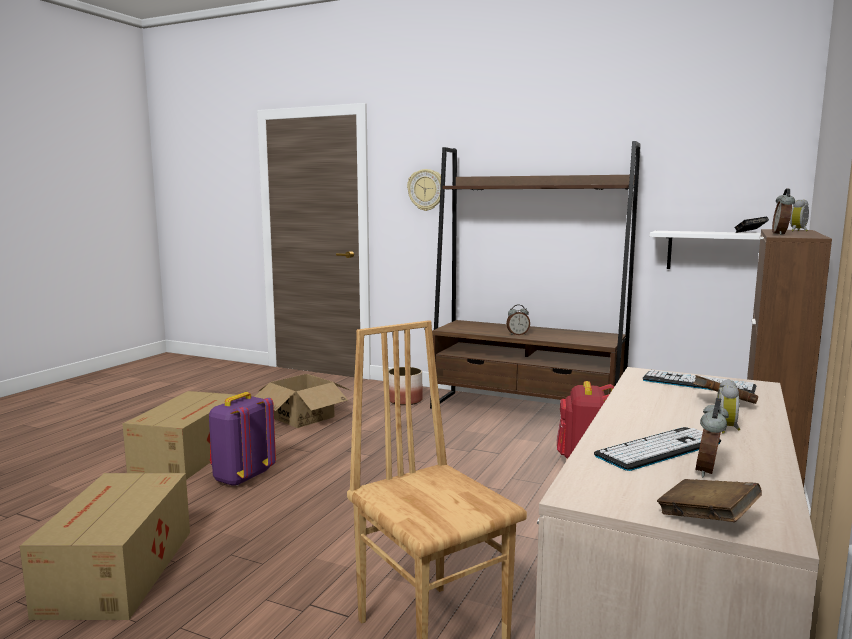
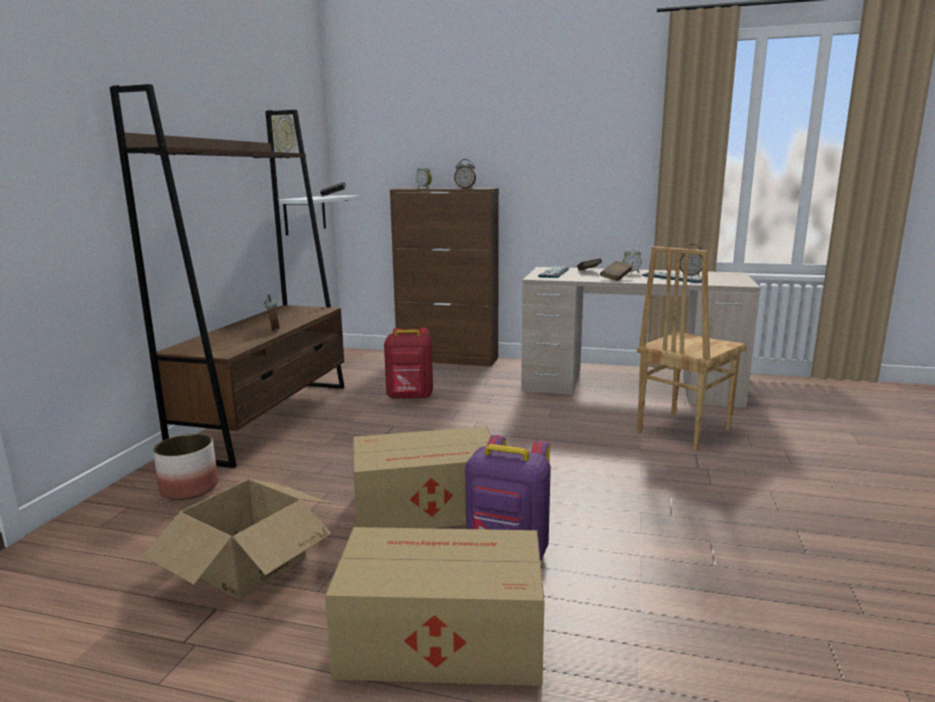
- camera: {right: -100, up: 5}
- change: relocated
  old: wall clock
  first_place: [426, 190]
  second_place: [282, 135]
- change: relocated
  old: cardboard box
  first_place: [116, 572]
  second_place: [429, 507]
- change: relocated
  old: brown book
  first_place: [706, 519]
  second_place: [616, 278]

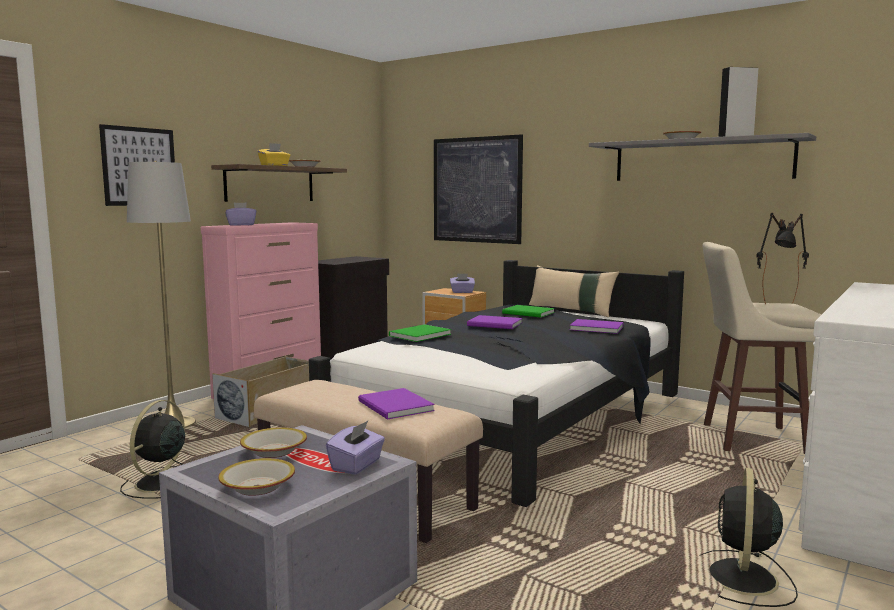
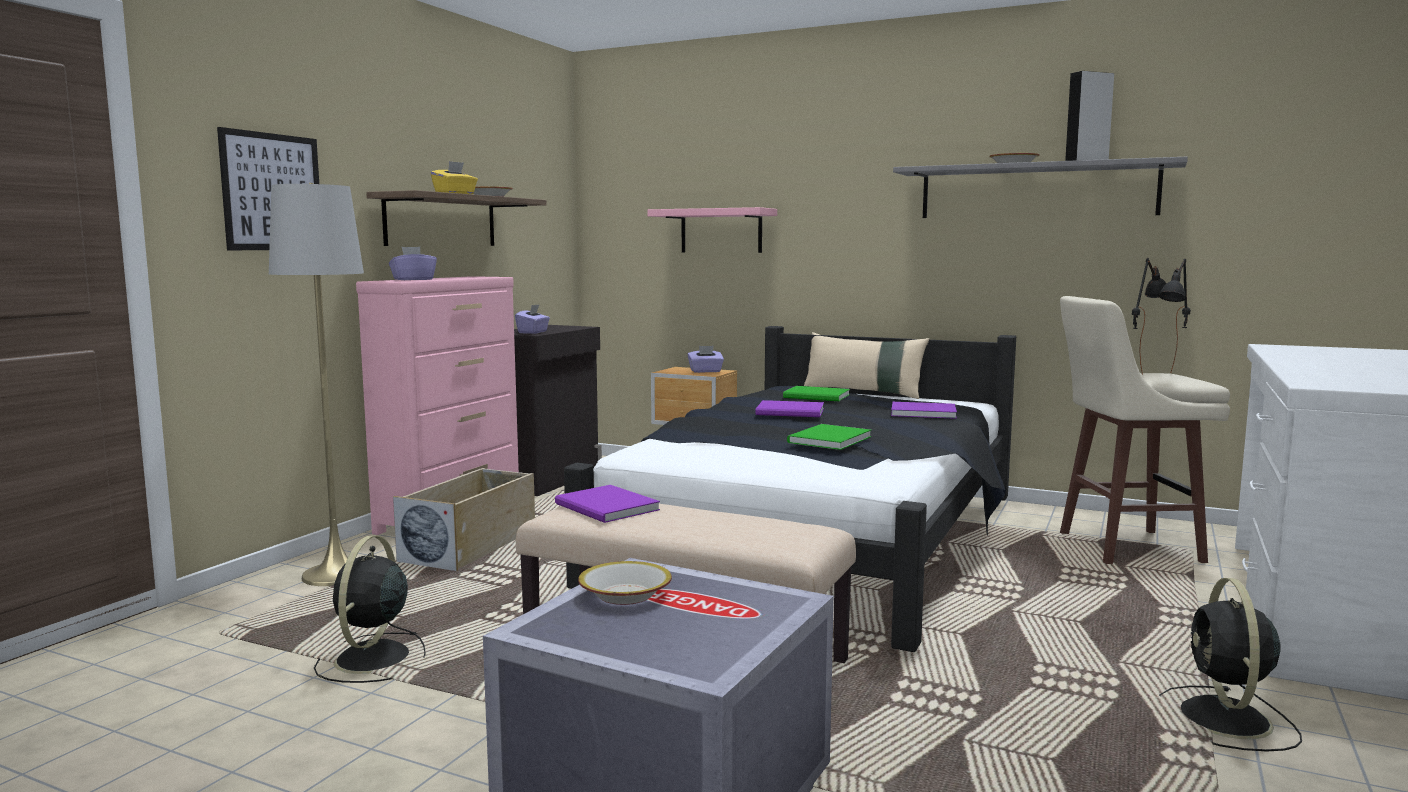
- camera: {right: -10, up: 0}
- change: relocated
  old: purple tissue box
  first_place: [357, 465]
  second_place: [533, 332]
- change: relocated
  old: purple book
  first_place: [395, 407]
  second_place: [606, 508]
- change: exchanged
  old: picture
  new: pink shelf
  first_place: [476, 190]
  second_place: [721, 231]
- change: relocated
  old: green book
  first_place: [418, 335]
  second_place: [826, 440]
- change: missing
  old: bowl
  first_place: [257, 487]

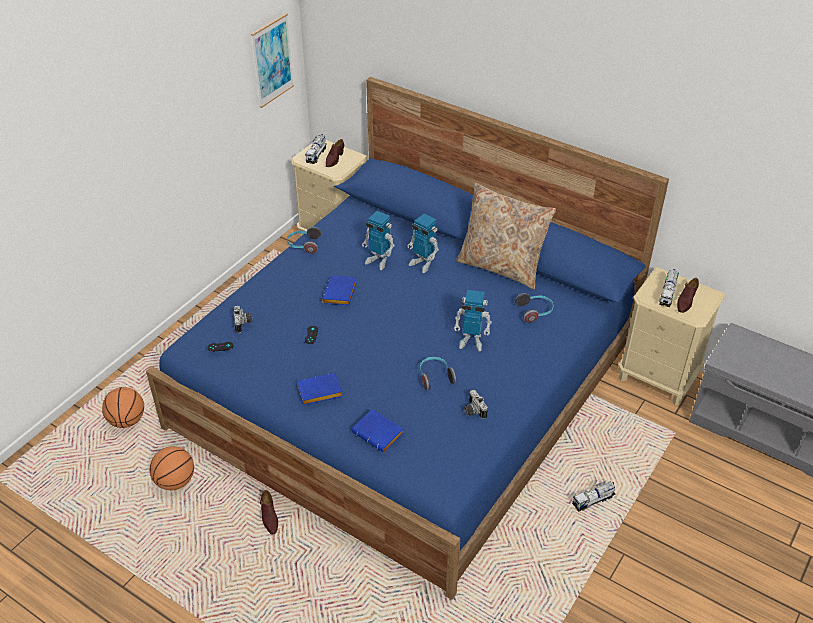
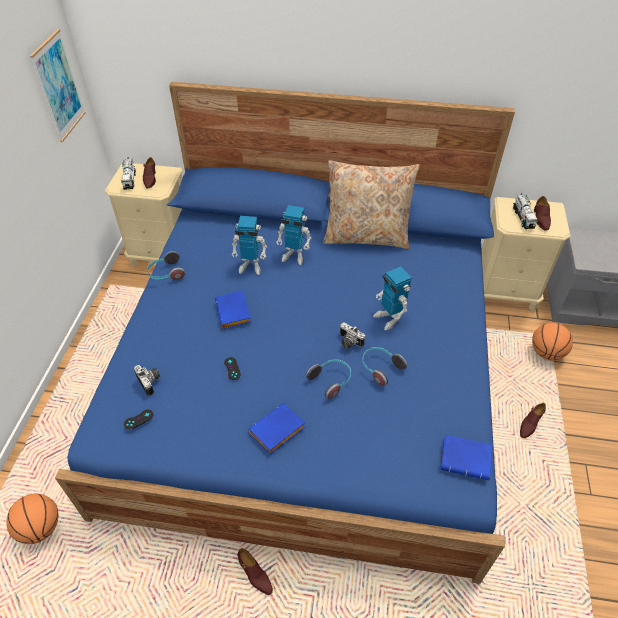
- camera: {right: -25, up: 5}
- change: relocated
  old: headphones
  first_place: [535, 312]
  second_place: [331, 380]
- change: relocated
  old: photo camera
  first_place: [473, 411]
  second_place: [348, 342]
- change: spun
  old: toy robot
  first_place: [471, 341]
  second_place: [389, 318]
  degrees: 75
- change: relocated
  old: blue book
  first_place: [379, 434]
  second_place: [466, 459]
- change: exchanged
  old: toy truck
  new: brown shoe
  first_place: [593, 500]
  second_place: [530, 423]
- change: relocated
  old: basketball
  first_place: [175, 481]
  second_place: [546, 353]

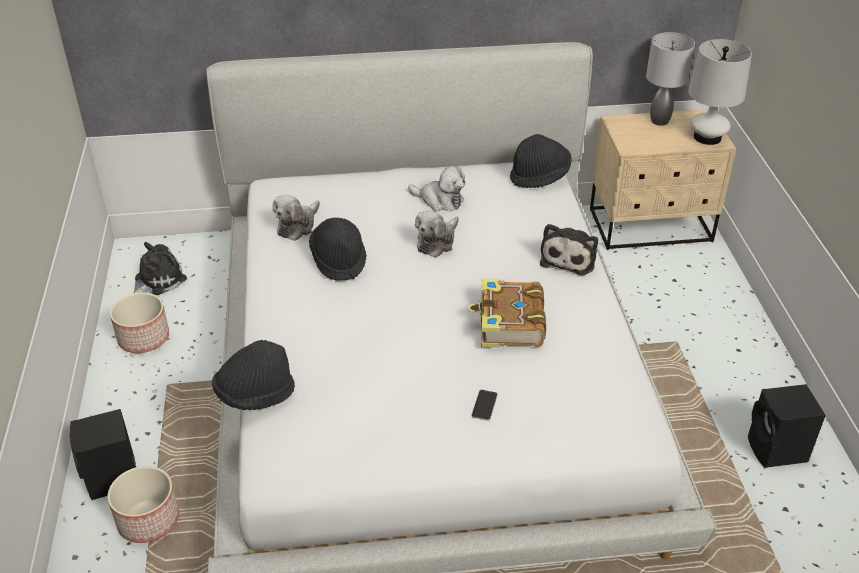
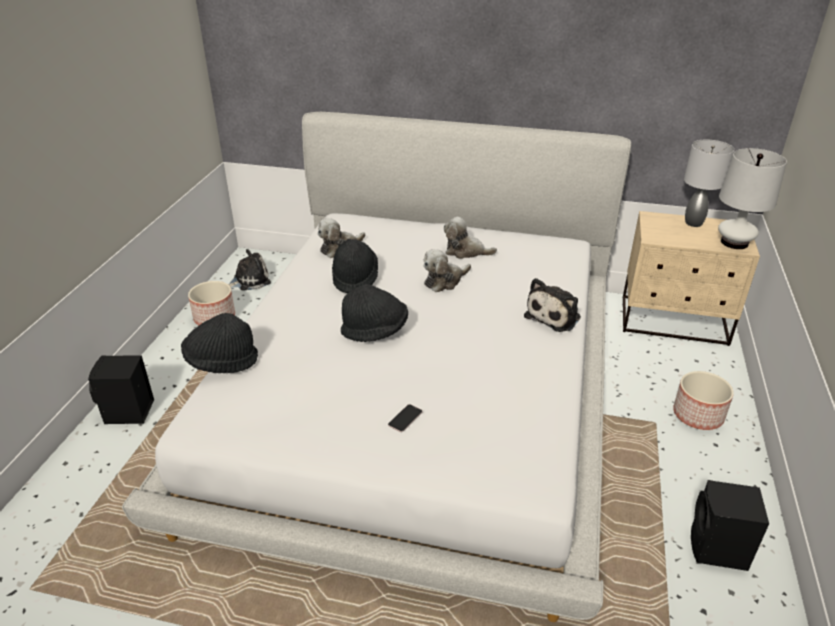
- camera: {right: 20, up: -5}
- change: relocated
  old: black hat
  first_place: [539, 177]
  second_place: [375, 331]
- change: spun
  old: plush toy
  first_place: [439, 200]
  second_place: [465, 251]
  degrees: 150
- change: relocated
  old: planter
  first_place: [149, 520]
  second_place: [698, 415]
- change: missing
  old: book
  first_place: [509, 324]

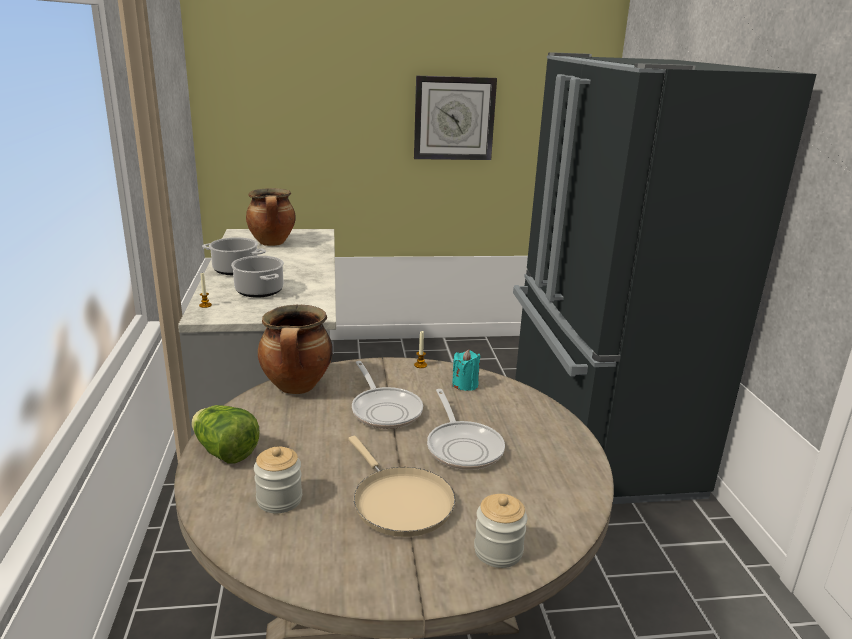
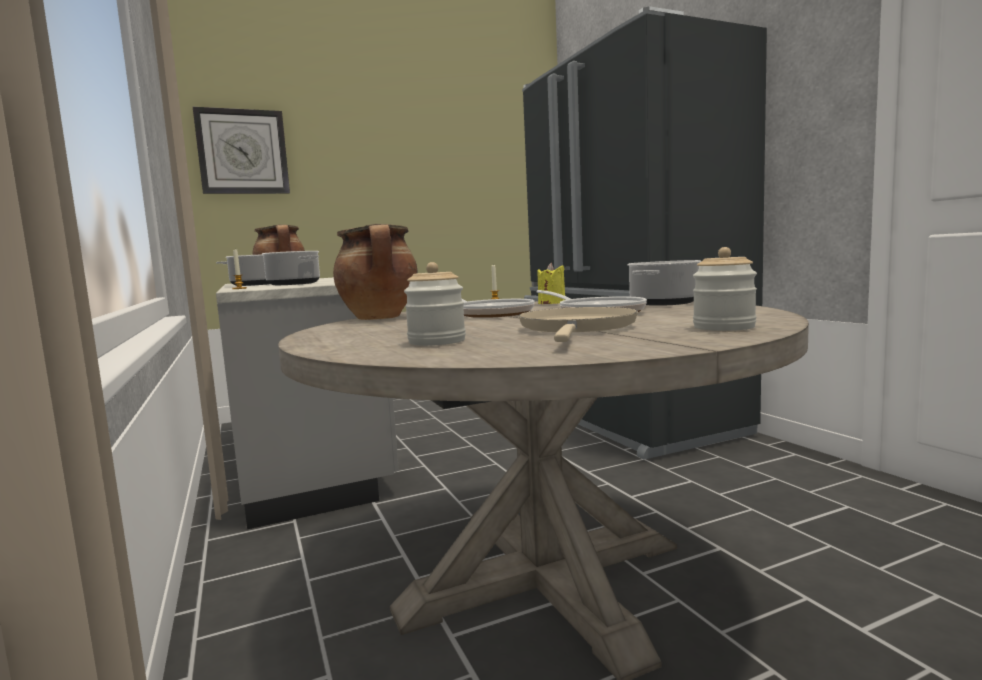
- camera: {right: -15, up: -15}
- change: relocated
  old: wall clock
  first_place: [454, 118]
  second_place: [243, 152]
- change: spun
  old: beige frying pan
  first_place: [399, 502]
  second_place: [577, 328]
  degrees: -120
- change: colour
  old: turquoise candle
  new: yellow candle
  first_place: [465, 385]
  second_place: [551, 303]
- change: appeared
  new: cooking pot
  second_place: [664, 303]
- change: missing
  old: lettuce
  first_place: [225, 452]

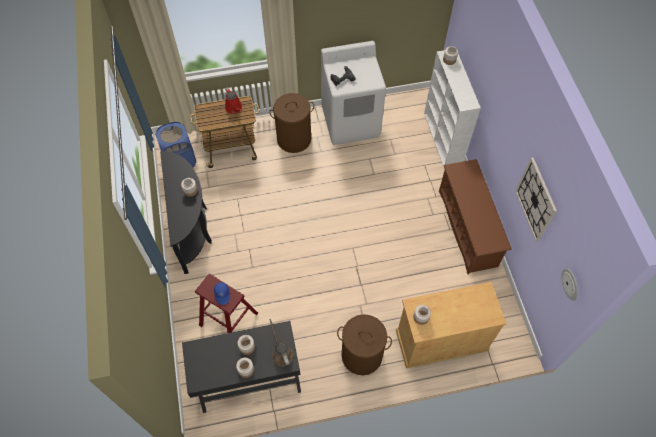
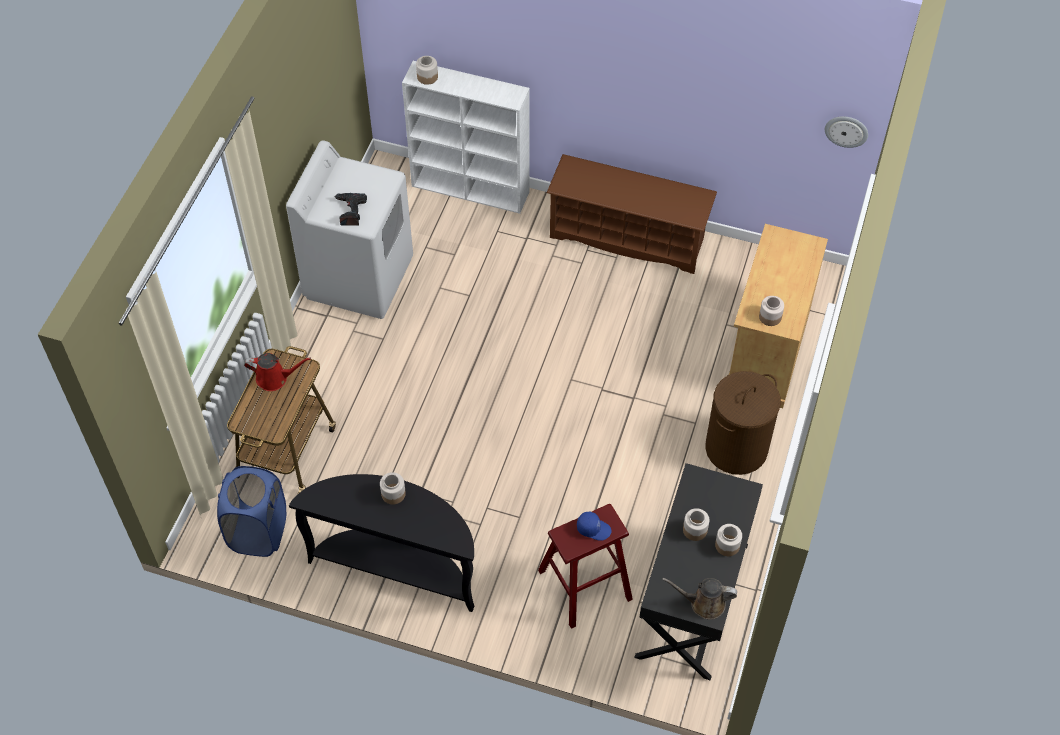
- camera: {right: -60, up: -5}
- change: relocated
  old: brown watering can
  first_place: [281, 353]
  second_place: [703, 603]
- change: missing
  old: brown laundry basket
  first_place: [294, 139]
- change: missing
  old: wall clock
  first_place: [536, 200]

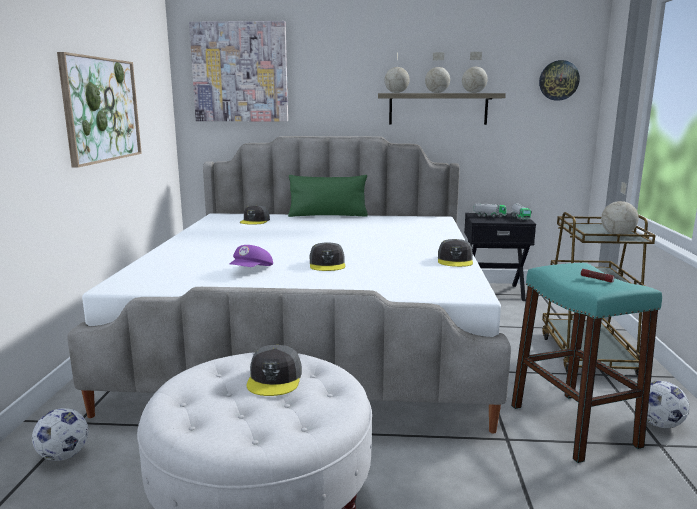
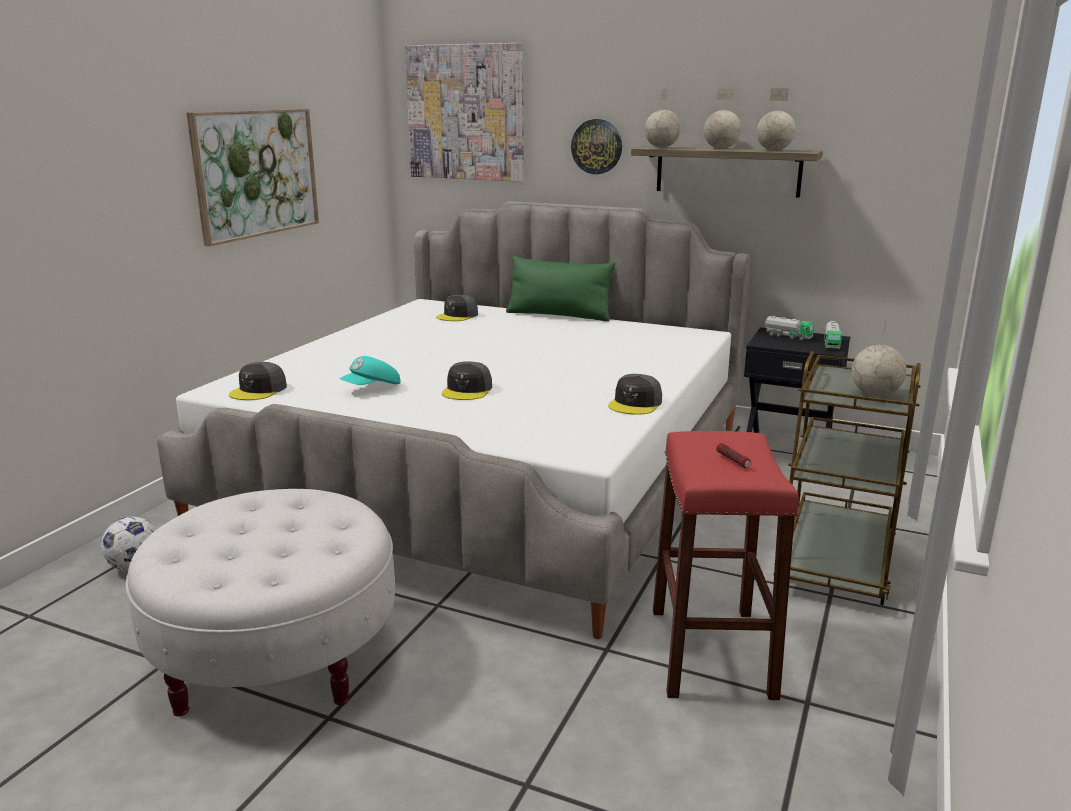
- camera: {right: 20, up: 5}
- change: relocated
  old: grey cap
  first_place: [275, 379]
  second_place: [259, 390]
- change: colour
  old: purple cap
  new: turquoise cap
  first_place: [252, 271]
  second_place: [372, 388]
- change: relocated
  old: wall clock
  first_place: [558, 80]
  second_place: [597, 146]
- change: colour
  old: turquoise stool
  new: red stool
  first_place: [573, 426]
  second_place: [711, 652]
- change: missing
  old: football
  first_place: [659, 424]

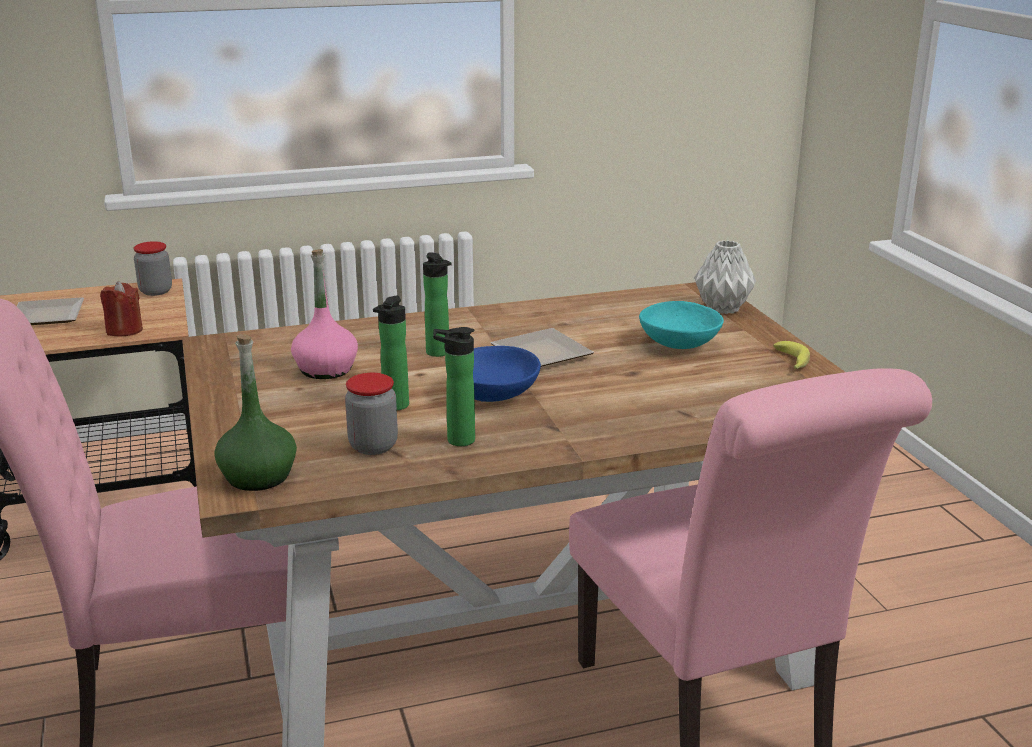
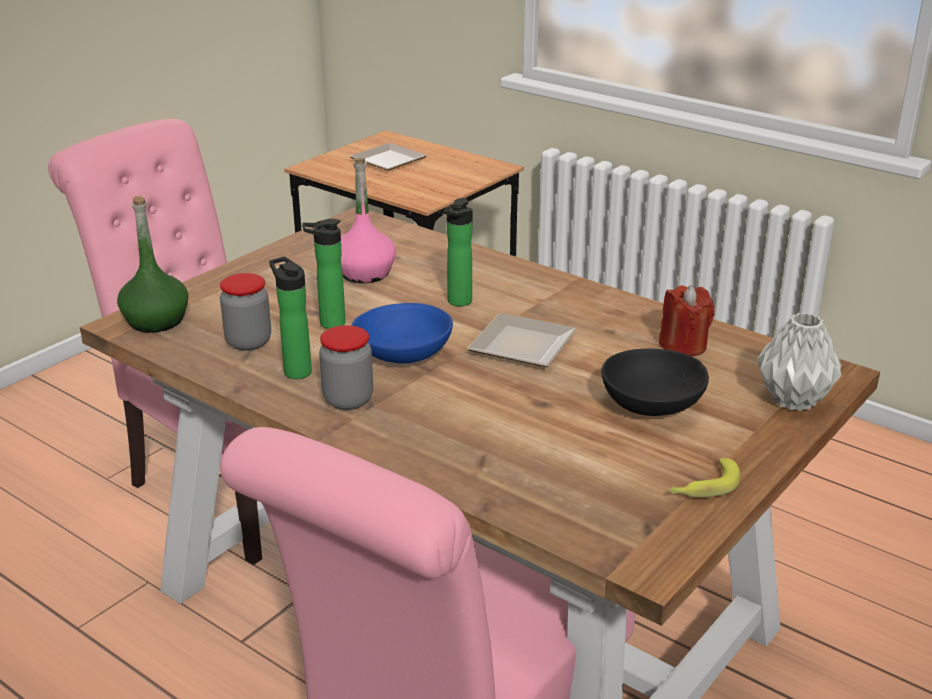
- camera: {right: 55, up: 5}
- change: relocated
  old: jar
  first_place: [156, 291]
  second_place: [348, 400]
- change: colour
  old: turquoise bowl
  new: black bowl
  first_place: [678, 344]
  second_place: [650, 405]
- change: relocated
  old: red candle
  first_place: [124, 330]
  second_place: [683, 345]

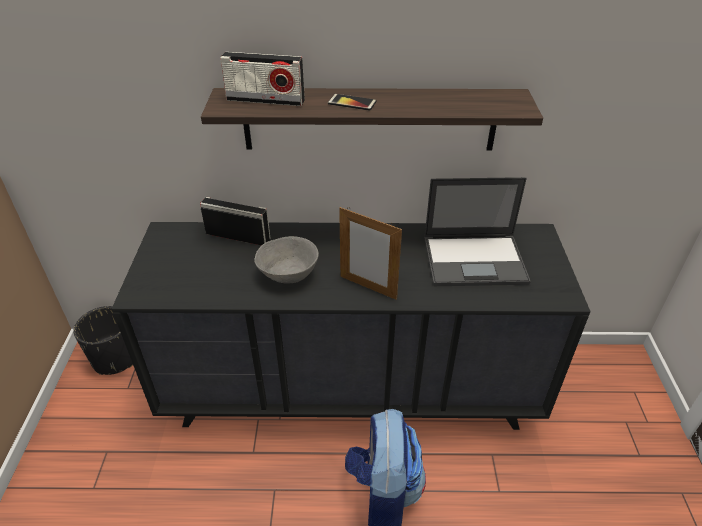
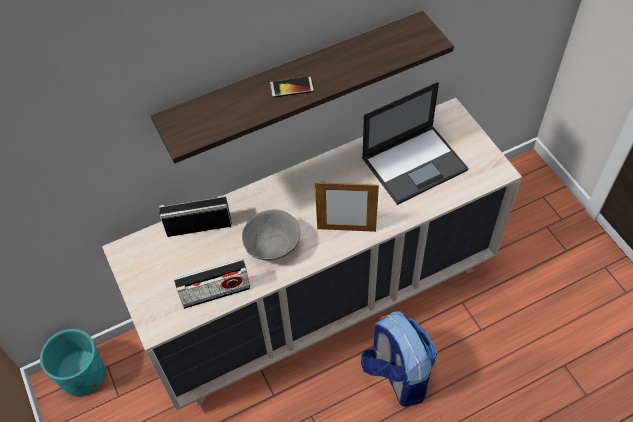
- camera: {right: -25, up: 15}
- change: colour
  old: black planter
  new: turquoise planter
  first_place: [115, 359]
  second_place: [83, 375]
- change: colour
  old: black dresser
  new: beige dresser
  first_place: [352, 389]
  second_place: [322, 299]
- change: relocated
  old: radio
  first_place: [265, 100]
  second_place: [215, 293]

